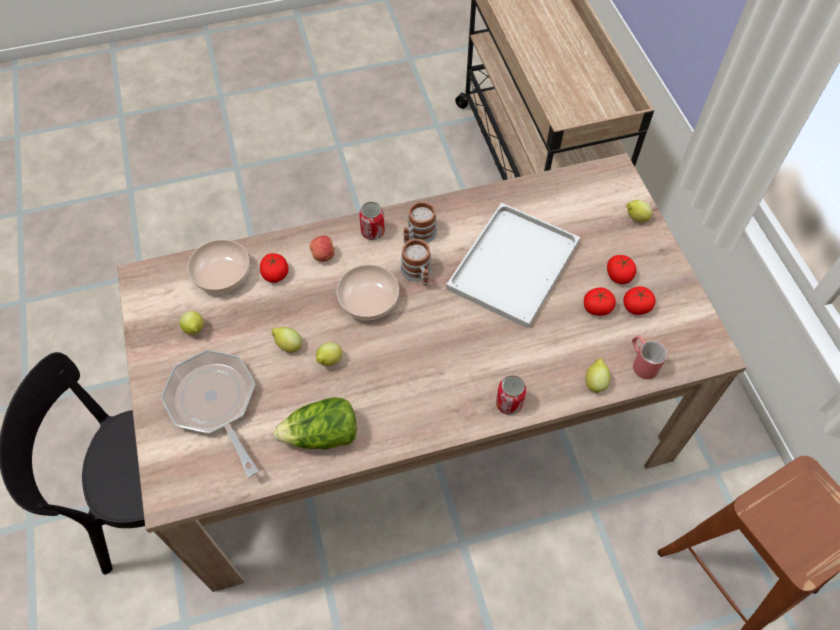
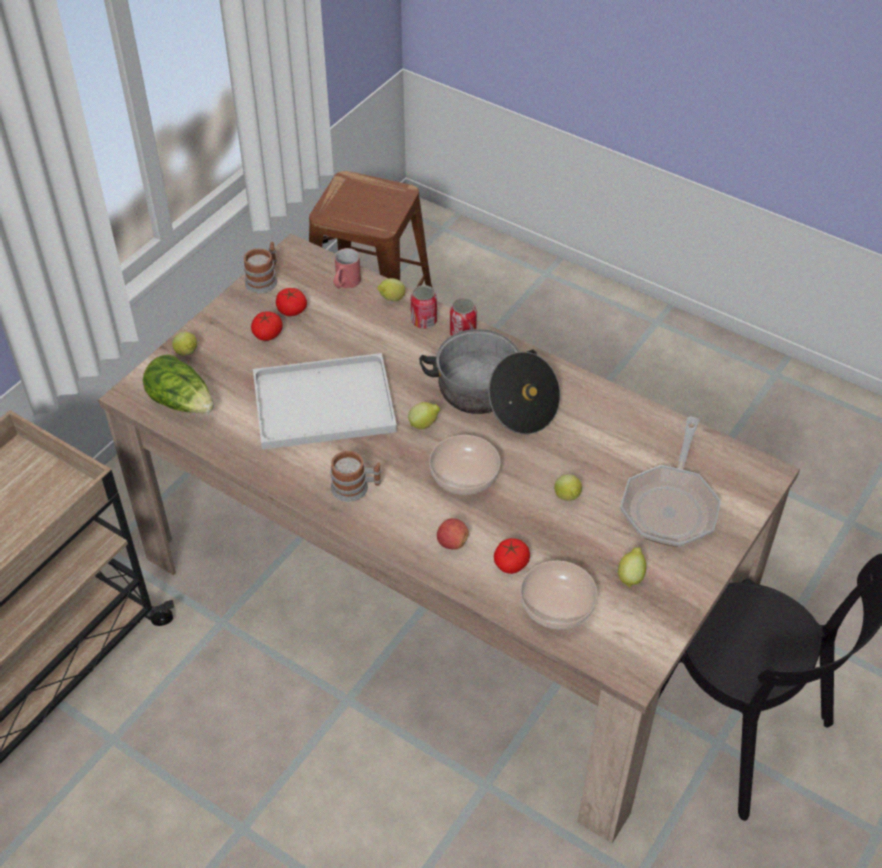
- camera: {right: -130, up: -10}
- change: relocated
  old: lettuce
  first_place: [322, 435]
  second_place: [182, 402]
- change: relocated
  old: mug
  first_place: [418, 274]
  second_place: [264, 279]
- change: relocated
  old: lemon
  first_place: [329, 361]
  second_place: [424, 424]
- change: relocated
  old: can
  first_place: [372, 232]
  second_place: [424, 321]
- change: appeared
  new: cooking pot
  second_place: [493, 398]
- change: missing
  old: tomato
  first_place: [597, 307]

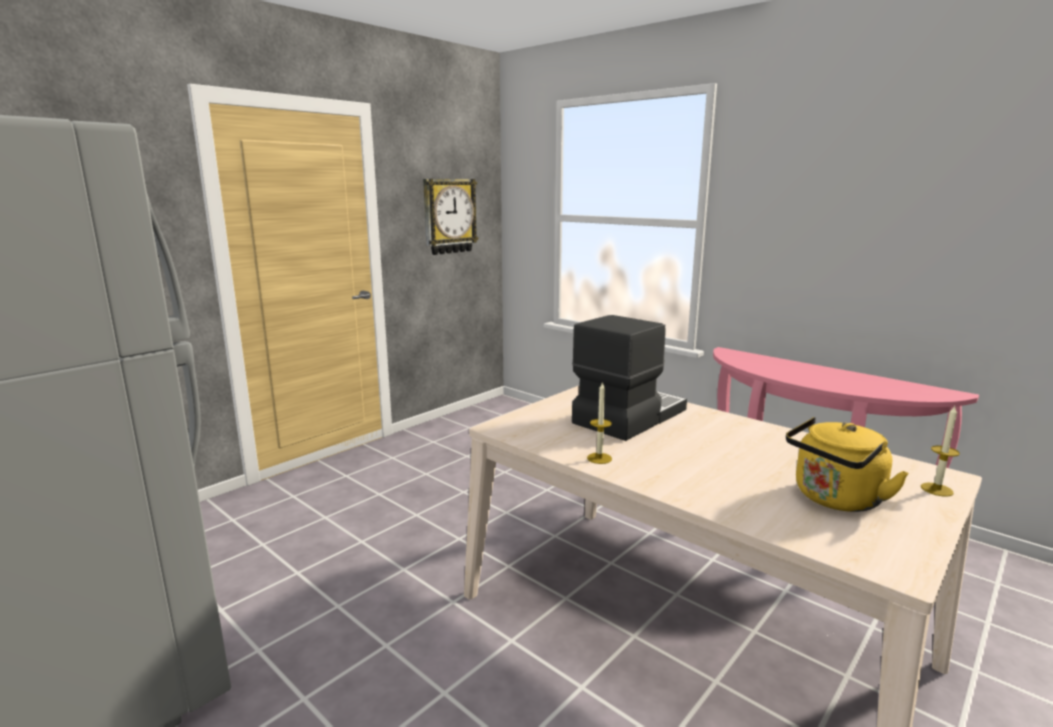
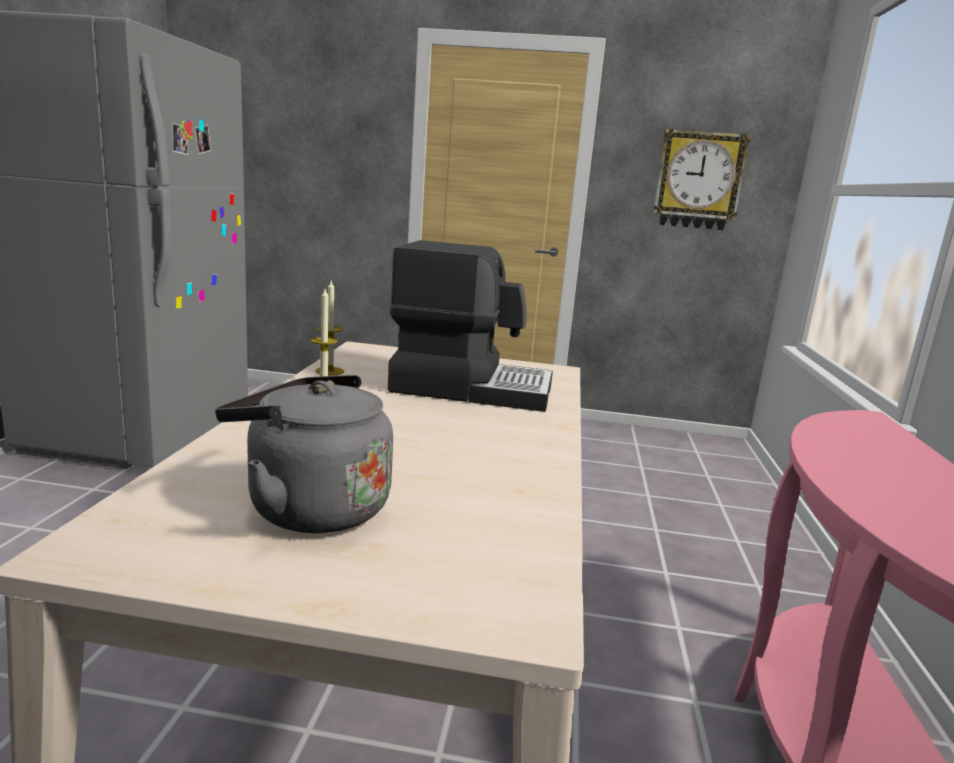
- camera: {right: 55, up: 0}
- change: colour
  old: yellow kettle
  new: grey kettle
  first_place: [835, 500]
  second_place: [310, 508]
- change: relocated
  old: candle
  first_place: [936, 489]
  second_place: [329, 371]

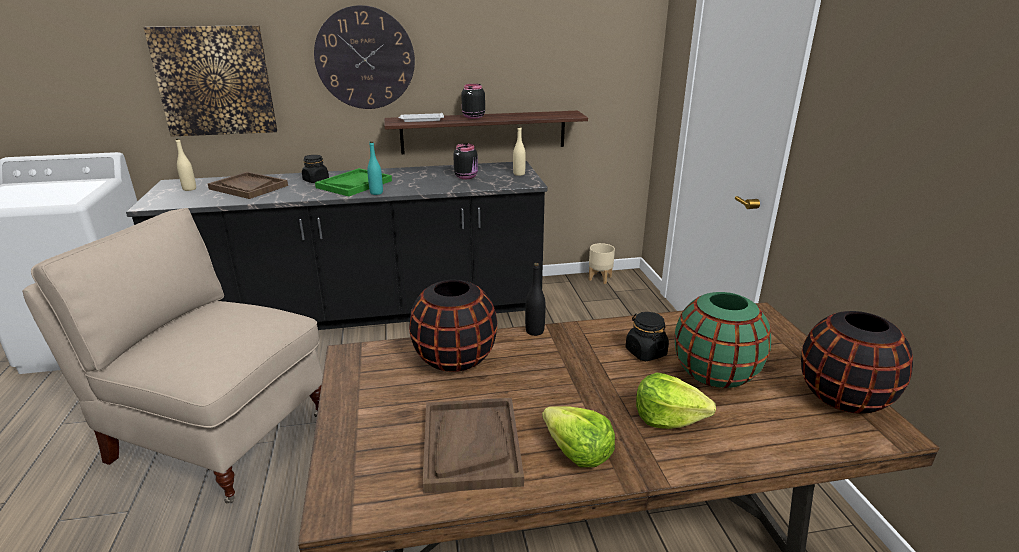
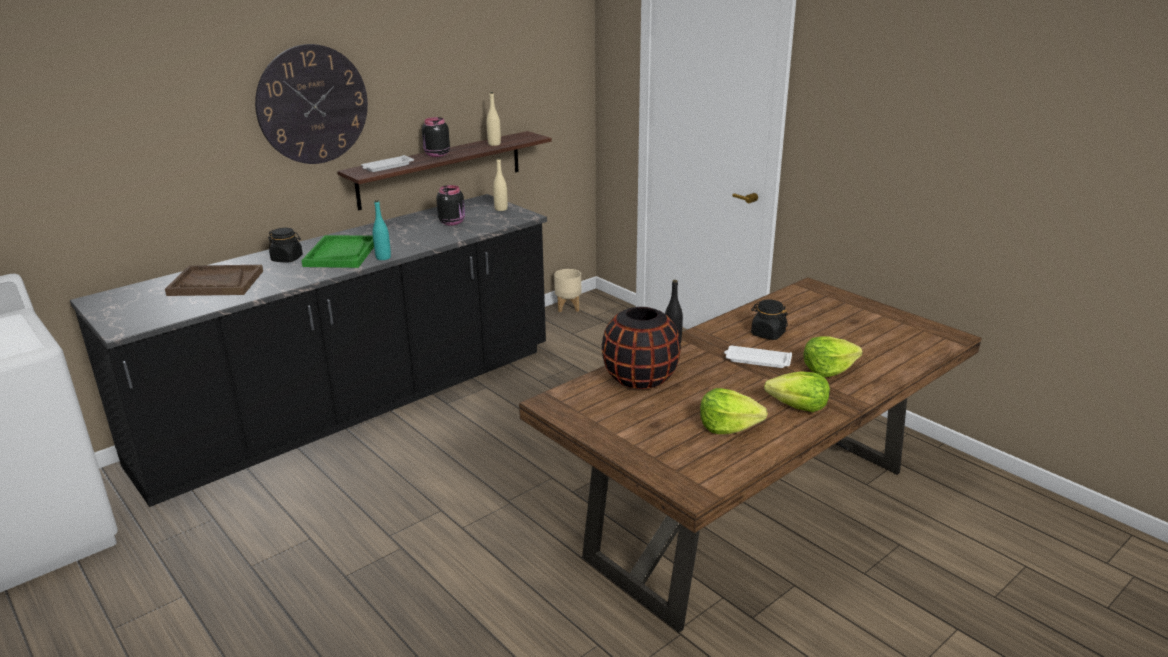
- camera: {right: -30, up: 0}
- change: relocated
  old: beige bottle
  first_place: [189, 189]
  second_place: [494, 144]
- change: exchanged
  old: brown tray
  new: lettuce
  first_place: [471, 445]
  second_place: [728, 426]
- change: appeared
  new: white tray
  second_place: [756, 360]
- change: missing
  old: beige chair
  first_place: [217, 436]
- change: missing
  old: picture
  first_place: [215, 81]
- change: missing
  old: green vase
  first_place: [715, 375]
- change: missing
  old: black vase
  first_place: [843, 398]

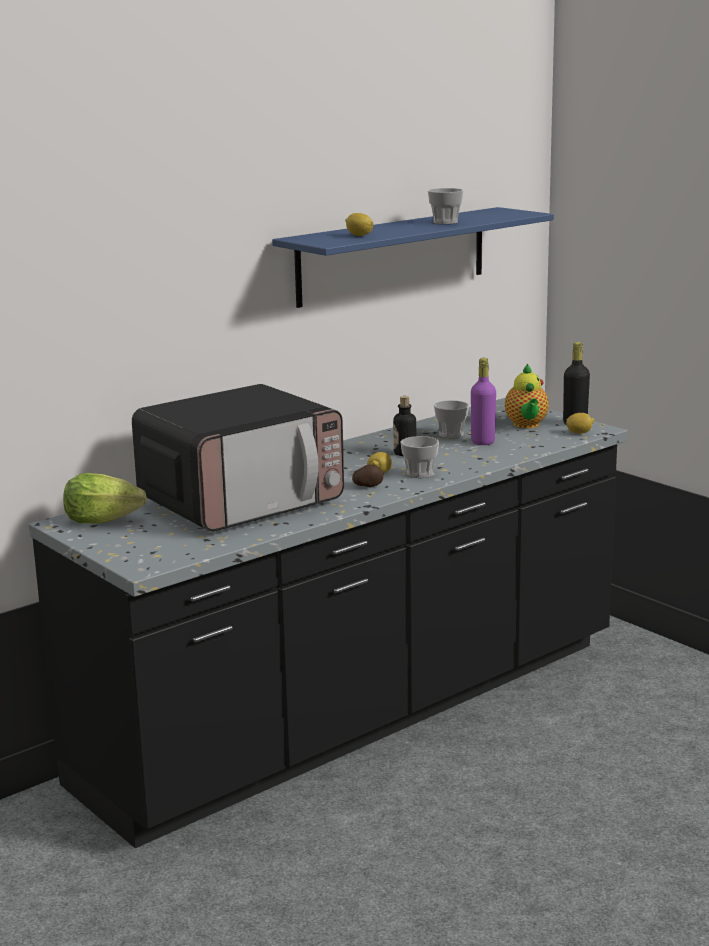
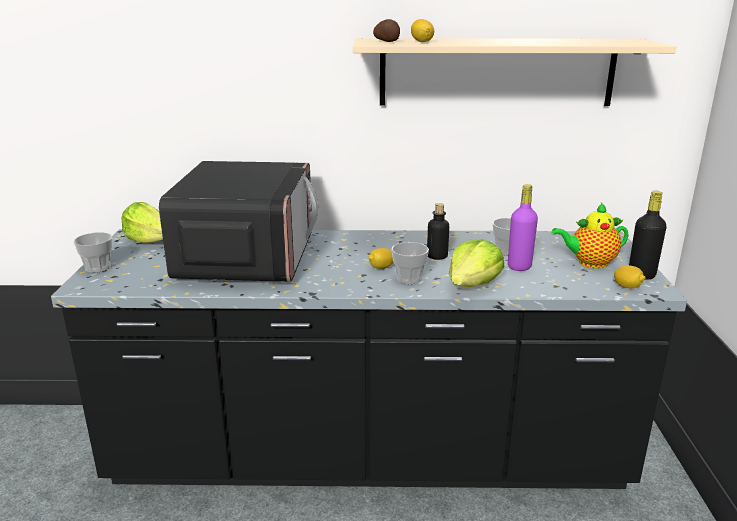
- camera: {right: 40, up: 5}
- change: relocated
  old: cup
  first_place: [445, 222]
  second_place: [98, 267]
- change: spun
  old: microwave
  first_place: [242, 501]
  second_place: [247, 257]
  degrees: -90
- change: colour
  old: blue shelf
  new: beige shelf
  first_place: [392, 256]
  second_place: [496, 72]
- change: relocated
  old: potato
  first_place: [368, 486]
  second_place: [387, 42]
- change: appeared
  new: lettuce
  second_place: [473, 284]
- change: spun
  old: teapot
  first_place: [526, 425]
  second_place: [589, 263]
  degrees: 45

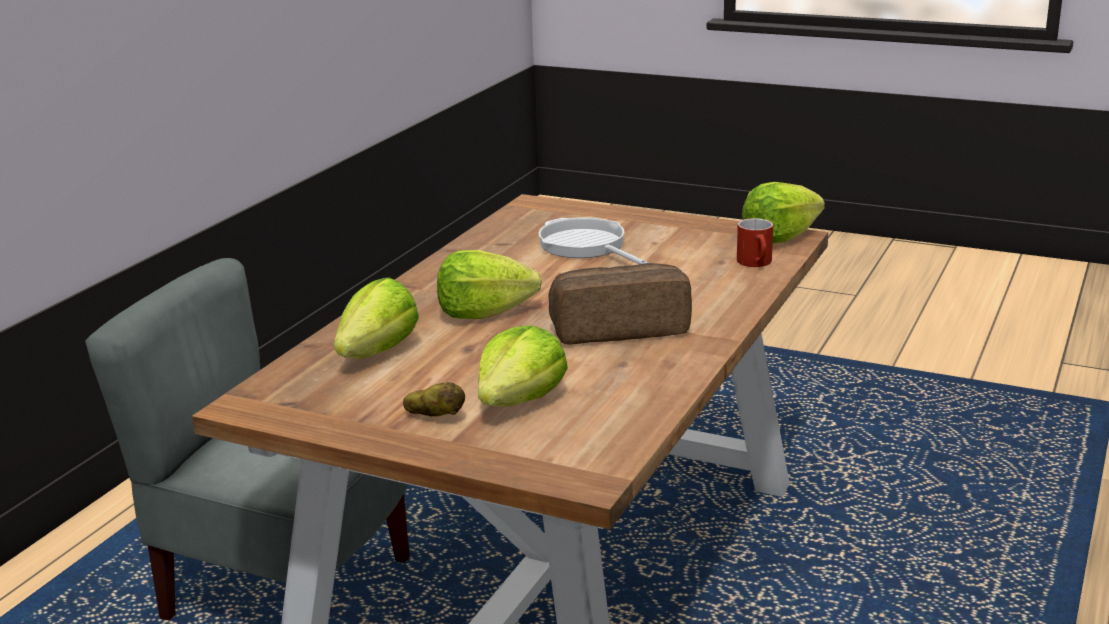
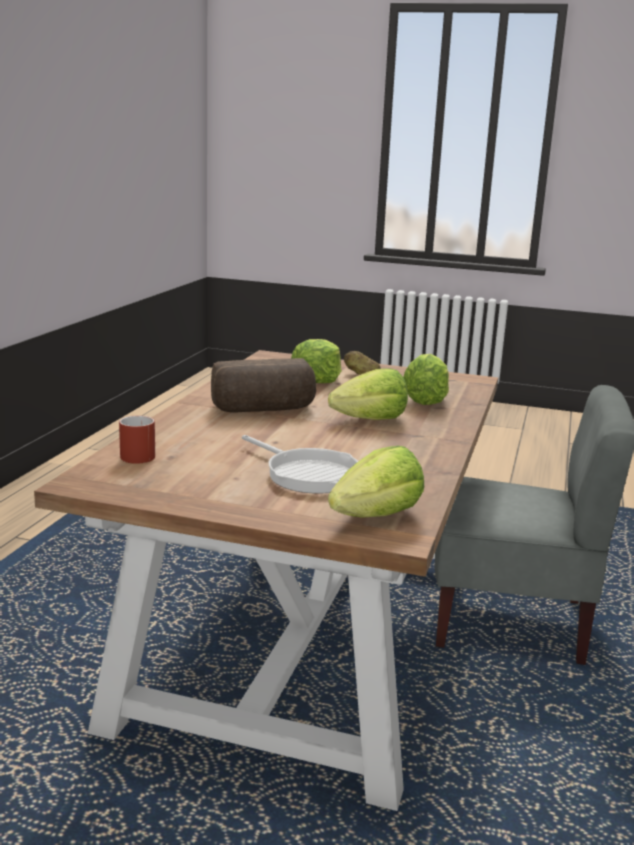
- camera: {right: 170, up: -5}
- change: relocated
  old: lettuce
  first_place: [779, 238]
  second_place: [377, 516]

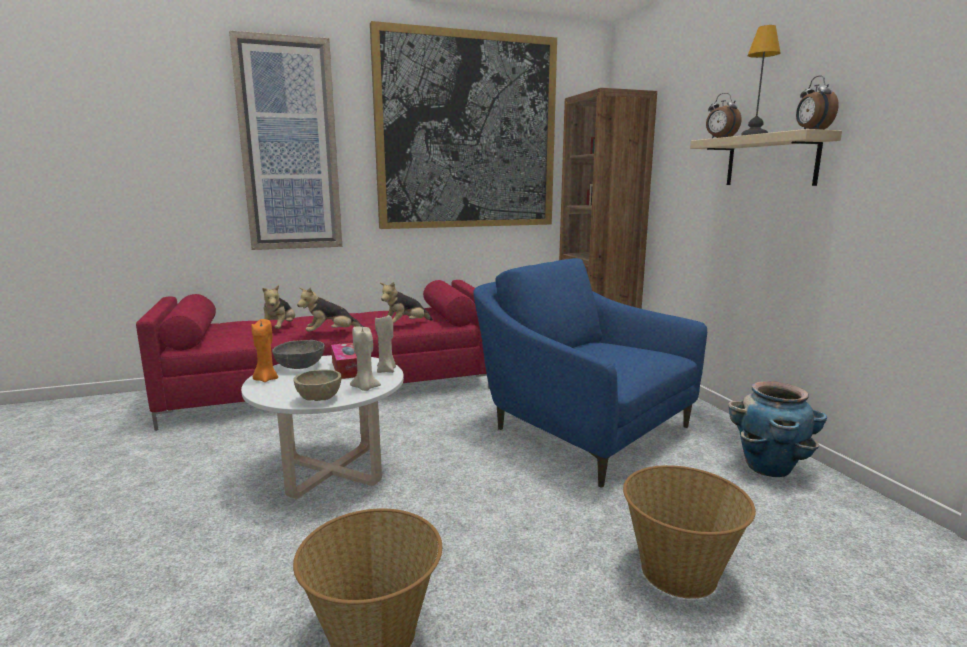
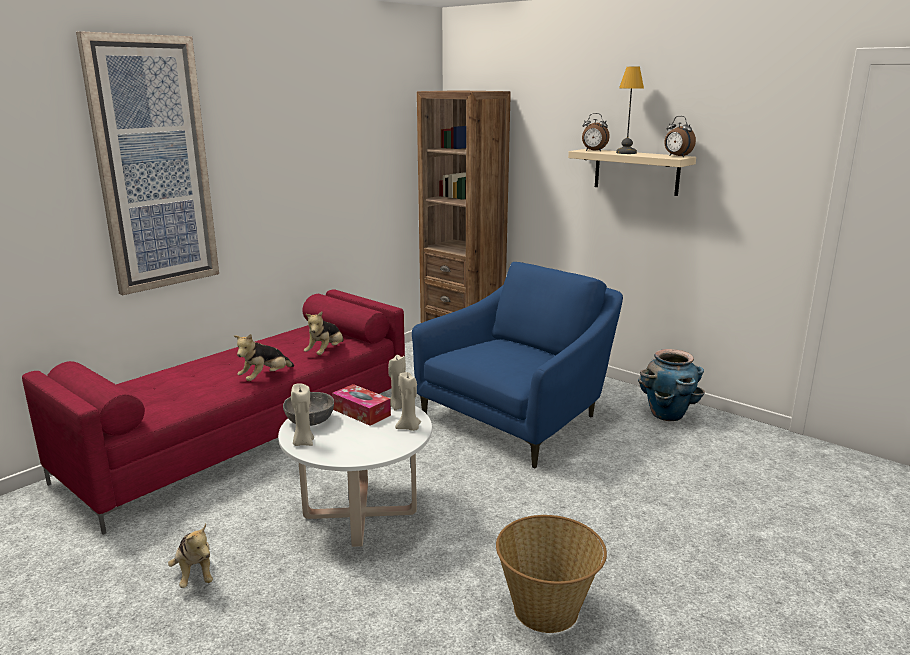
- camera: {right: -30, up: 5}
- change: relocated
  old: plush toy
  first_place: [280, 329]
  second_place: [195, 574]
- change: colour
  old: orange candle
  new: beige candle
  first_place: [266, 379]
  second_place: [303, 442]
- change: spun
  old: blue armchair
  first_place: [581, 429]
  second_place: [519, 418]
  degrees: 120
- change: missing
  old: beige bowl
  first_place: [320, 399]
- change: missing
  old: picture
  first_place: [467, 133]
- change: missing
  old: basket
  first_place: [679, 571]

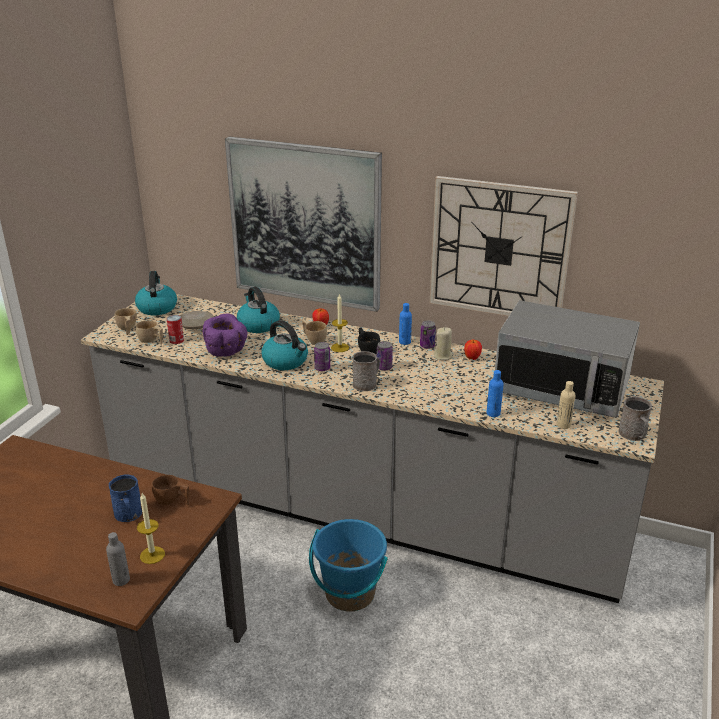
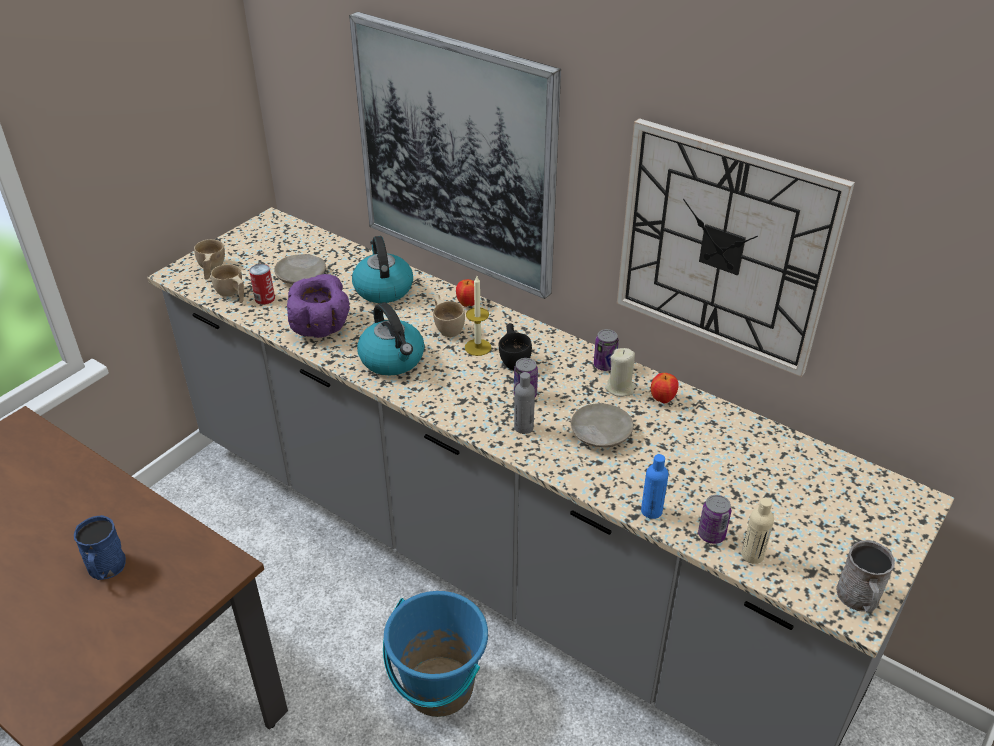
- camera: {right: 15, up: 10}
- change: relocated
  old: grey bottle
  first_place: [121, 580]
  second_place: [523, 427]
- change: appeared
  new: beige plate
  second_place: [600, 433]
- change: relocated
  old: can
  first_place: [322, 368]
  second_place: [711, 535]
- change: missing
  old: kettle
  first_place: [157, 308]
- change: missing
  old: candle
  first_place: [152, 555]
- change: missing
  old: brown cup
  first_place: [172, 501]
- change: missing
  old: grey mug
  first_place: [367, 383]
- change: missing
  old: blue bottle
  first_place: [404, 342]
- change: missing
  old: microwave
  first_place: [561, 388]

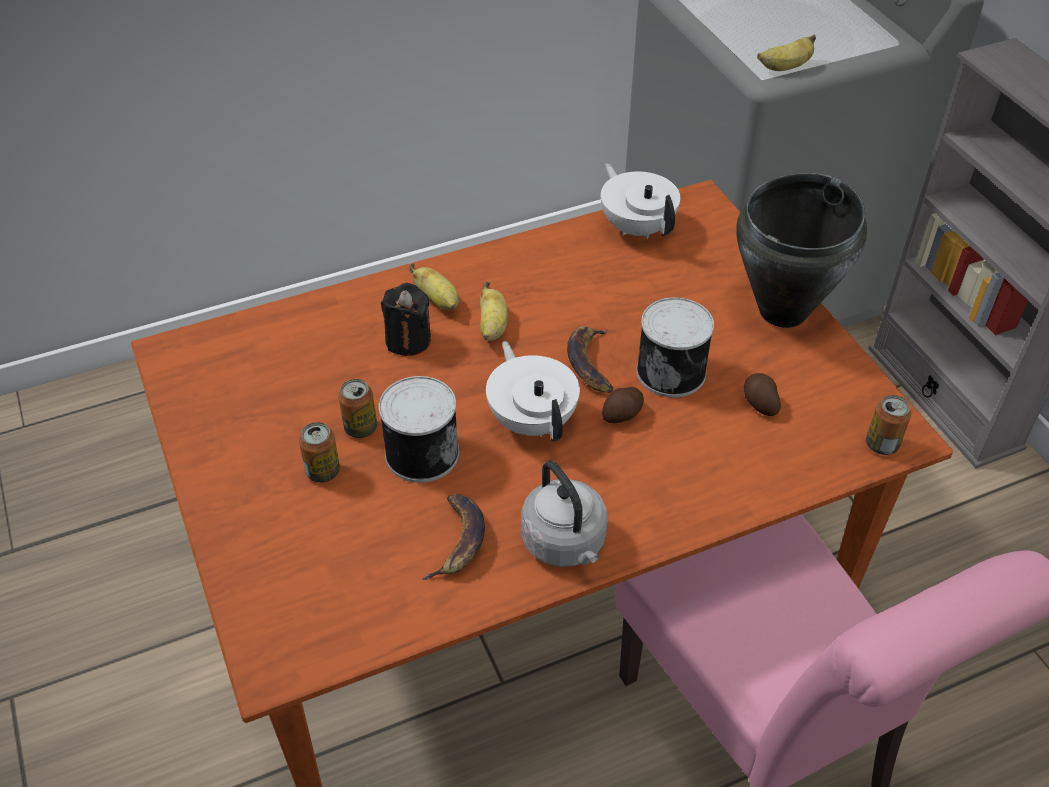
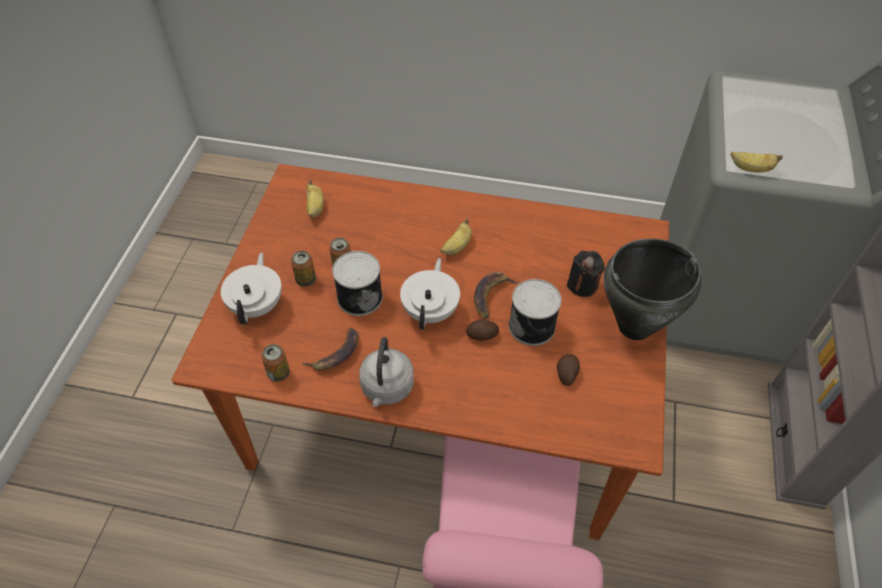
- camera: {right: 35, up: 5}
- change: relocated
  old: white teapot
  first_place: [637, 227]
  second_place: [257, 305]
- change: relocated
  old: can
  first_place: [881, 444]
  second_place: [278, 373]
- change: relocated
  old: banana
  first_place: [438, 301]
  second_place: [315, 208]
- change: relocated
  old: black candle
  first_place: [408, 340]
  second_place: [582, 285]

